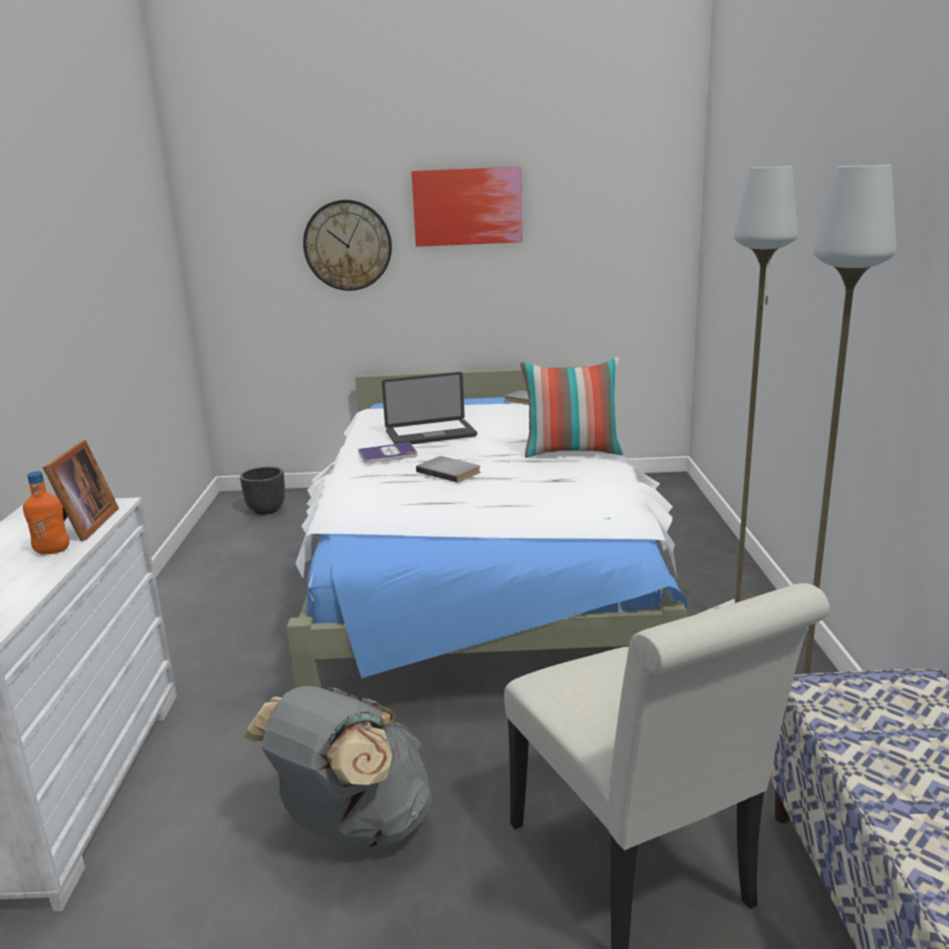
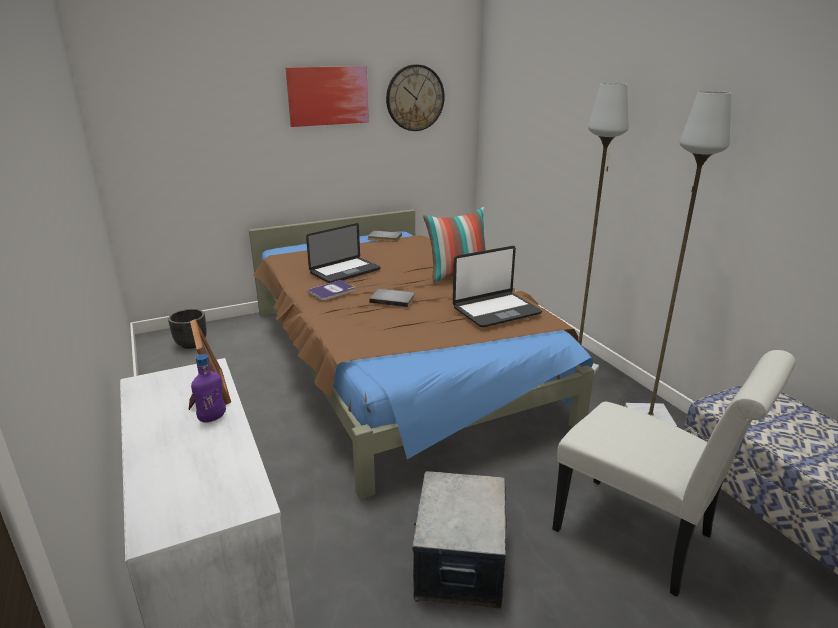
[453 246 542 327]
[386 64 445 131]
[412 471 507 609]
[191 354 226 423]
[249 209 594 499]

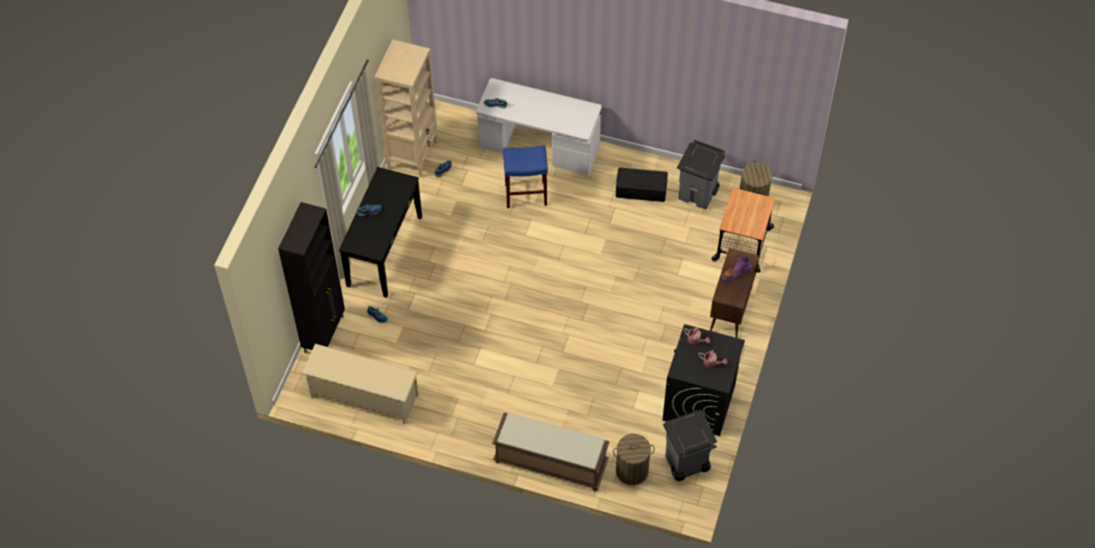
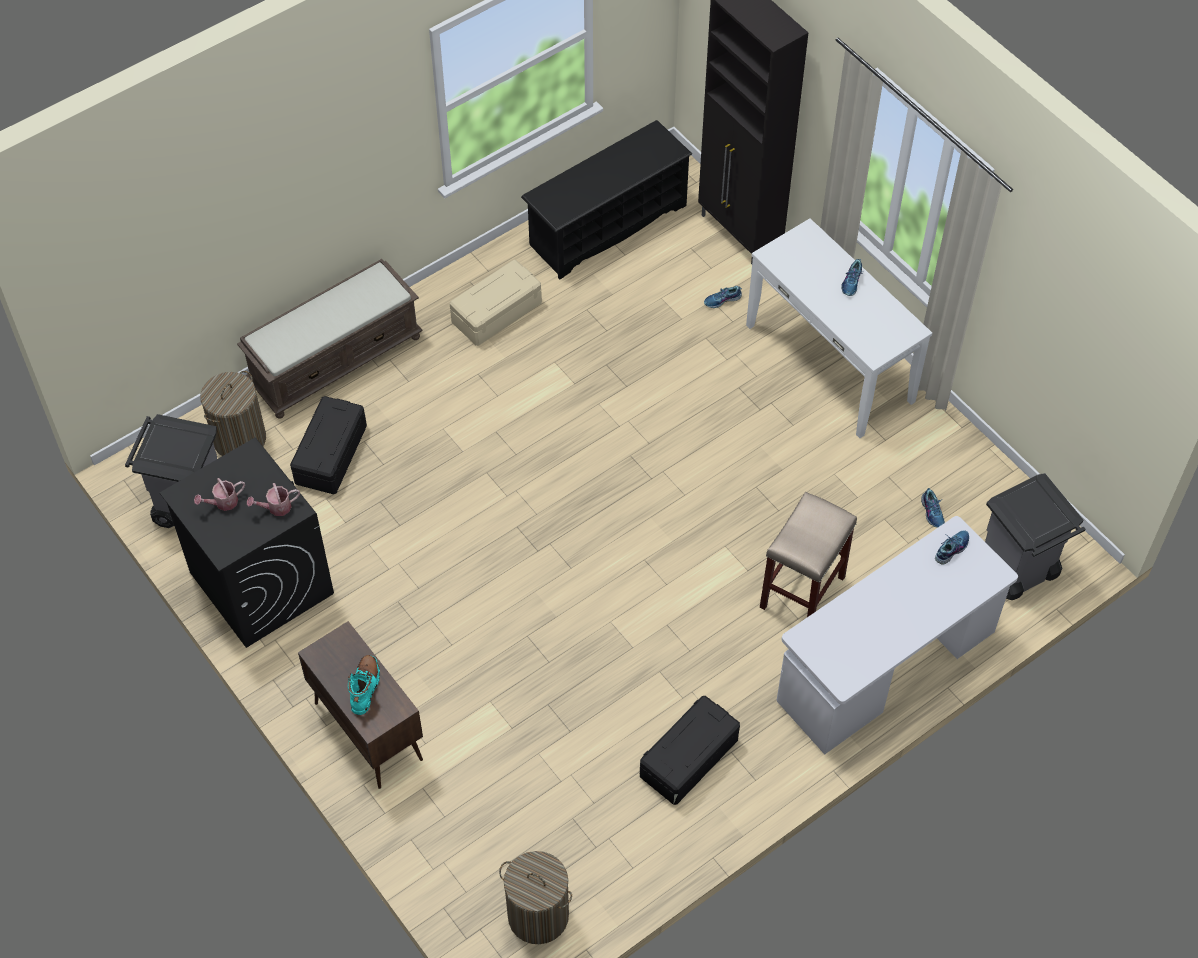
[374 39 438 177] (first image)
[712 188 775 273] (first image)
[290 396 367 494]
[450 260 542 346]
[985 473 1085 600]
[521 120 692 280]
[746 218 932 438]
[760 492 857 617]
[348 655 380 715]

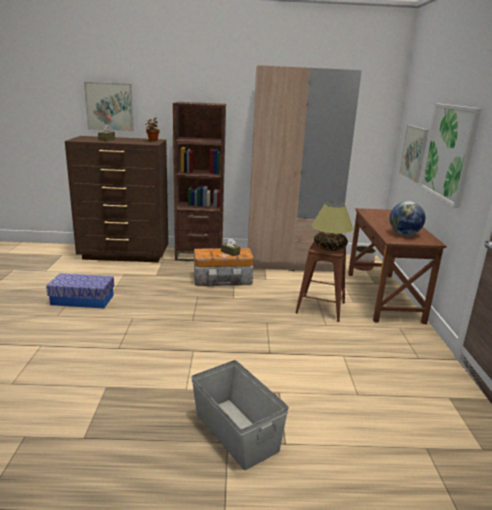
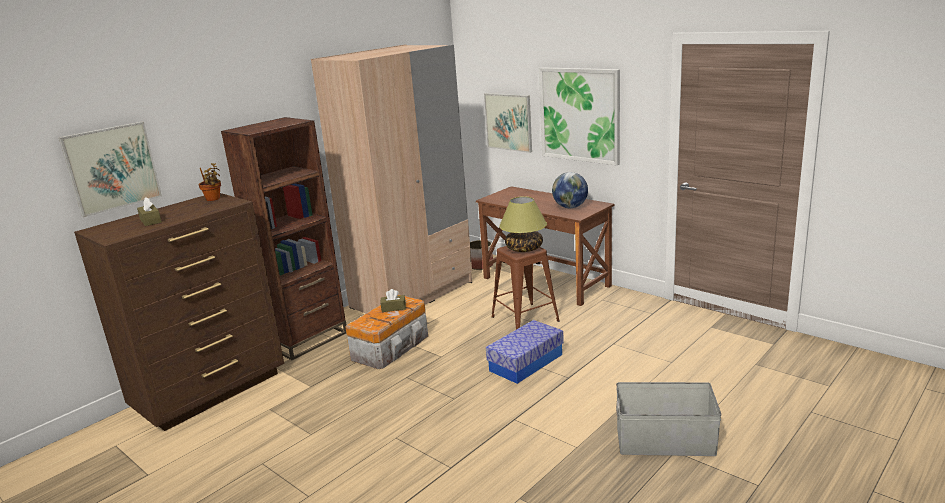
[486 320 564 384]

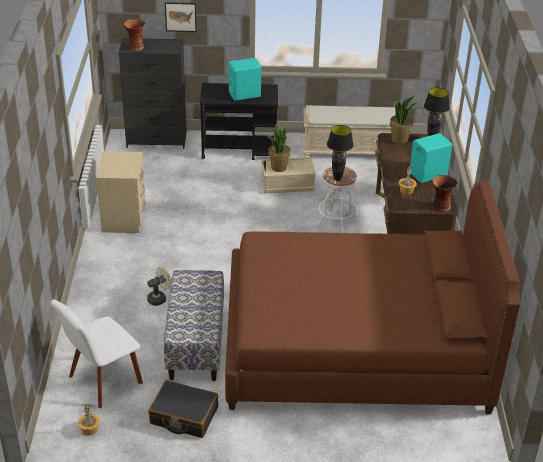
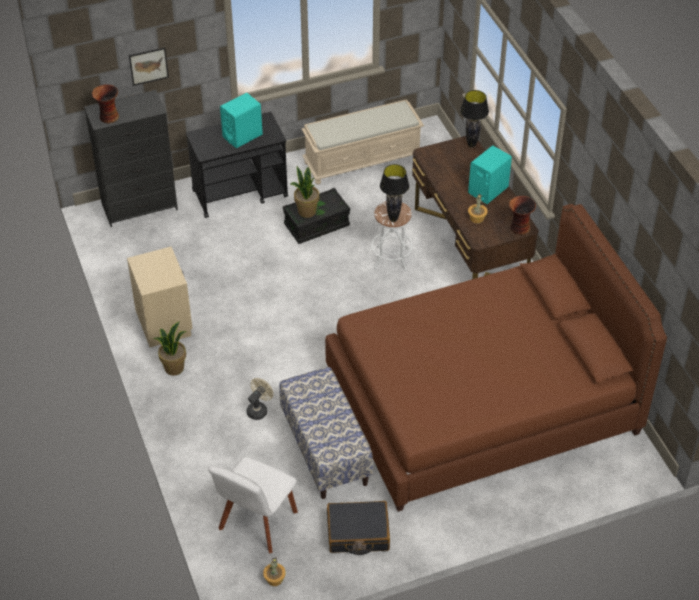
[153 321 187 376]
[283 188 350 244]

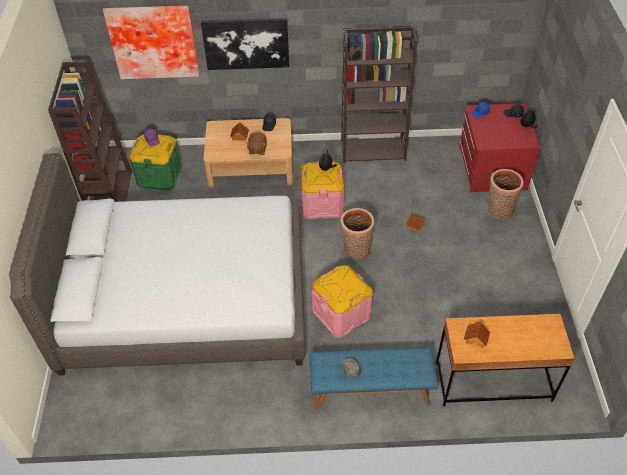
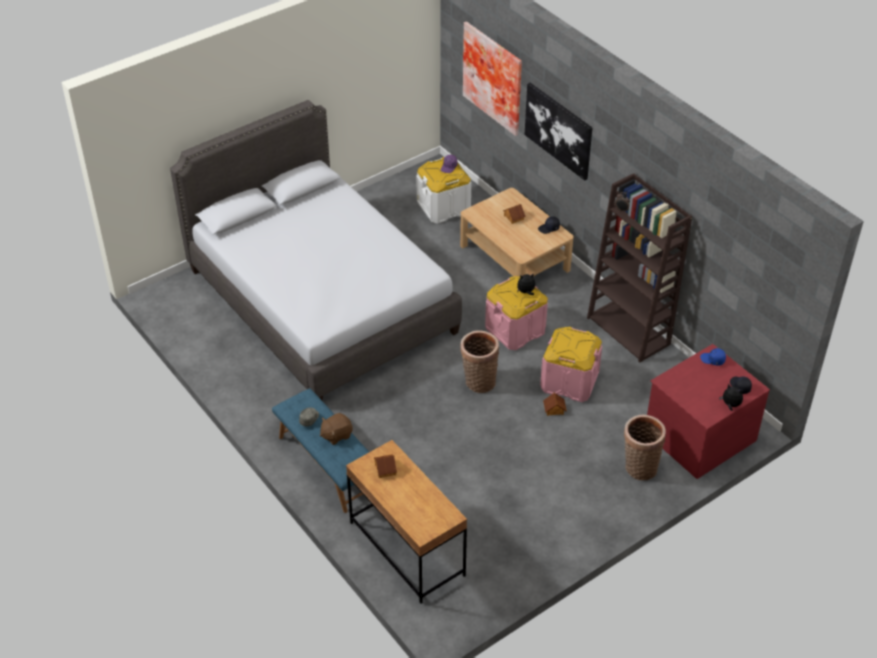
[48 61 133 202] (first image)
[320 413 352 445]
[540 327 602 402]
[416 157 471 224]

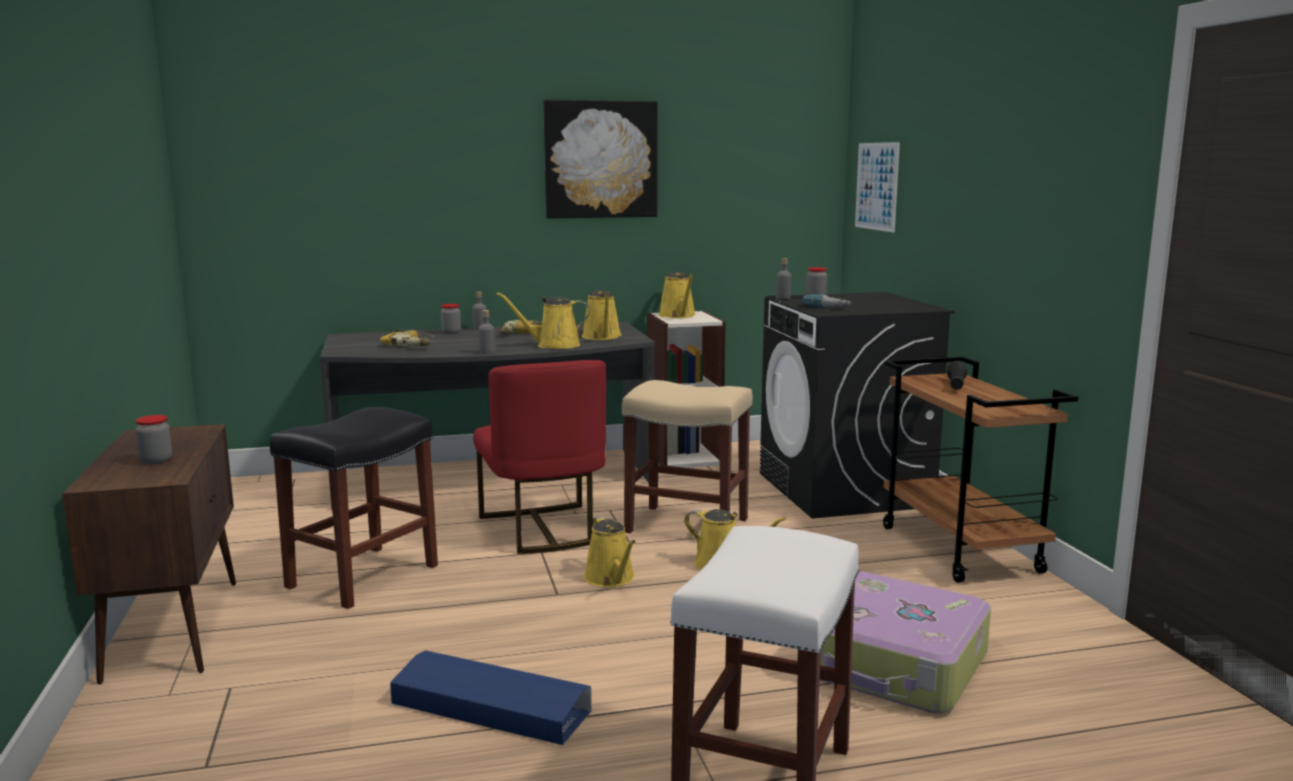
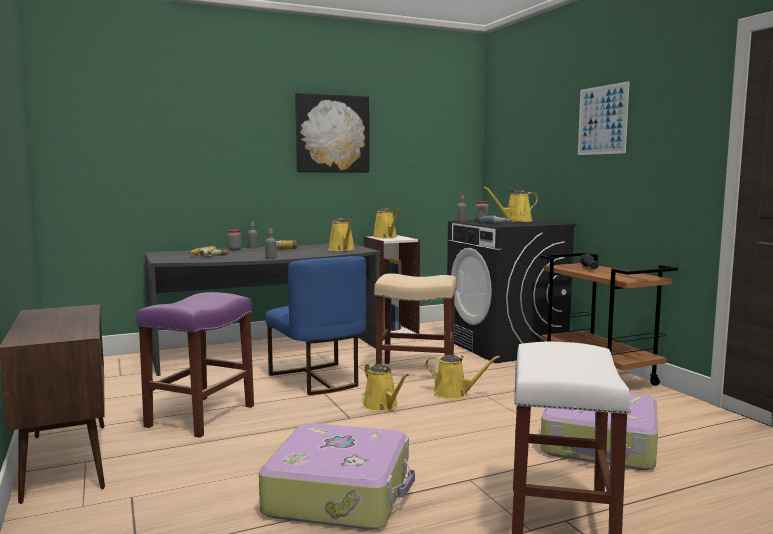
[135 415 172 464] (first image)
[483 187 539 222]
[578 81 630 155]
[259 423 415 530]
[136 292 254 438]
[265 256 366 395]

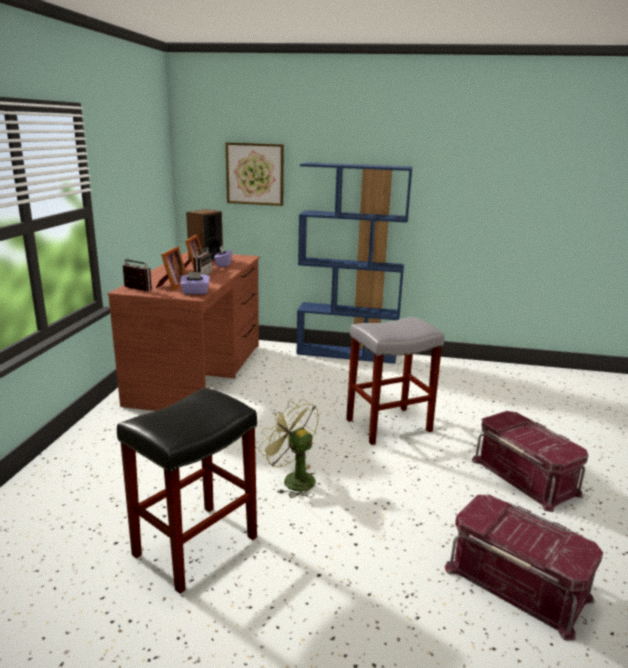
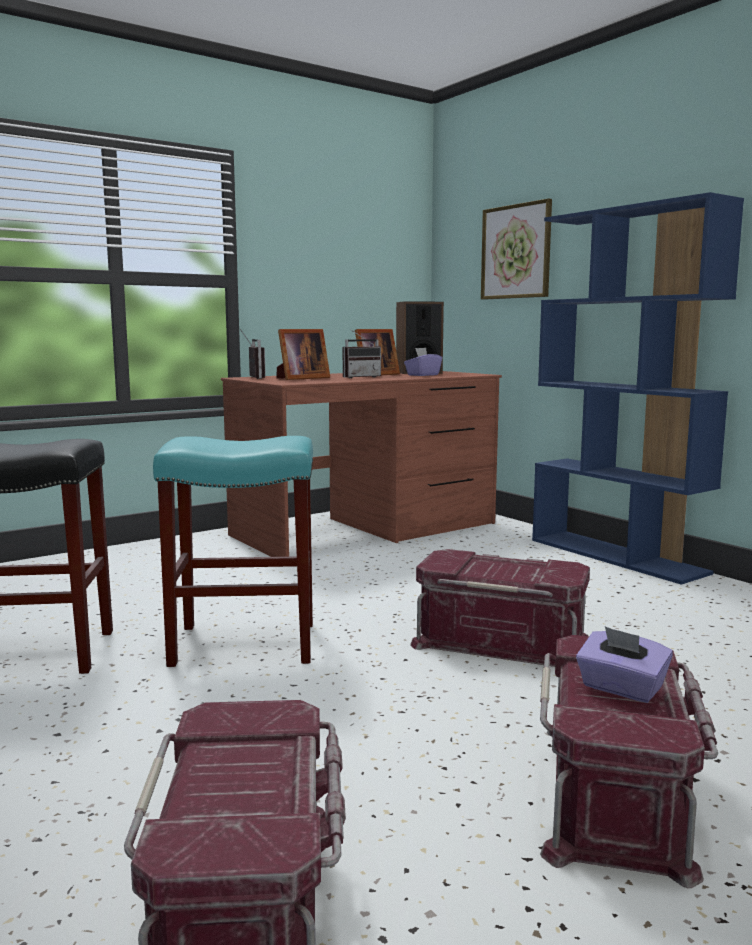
[576 626 673 703]
[153 436 313 667]
[410 549 590 667]

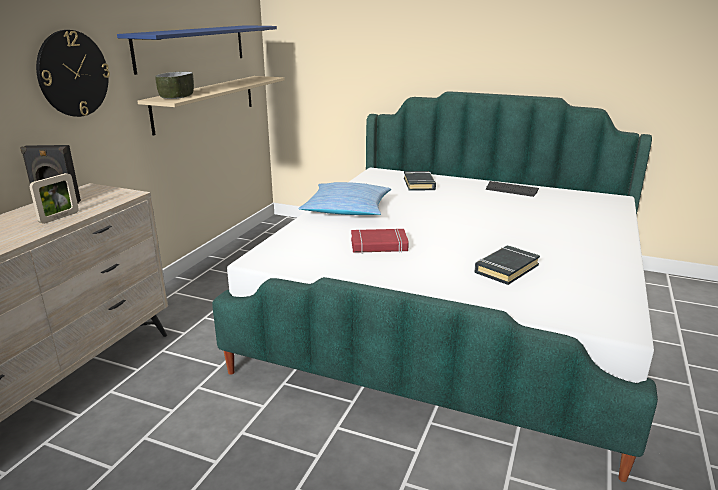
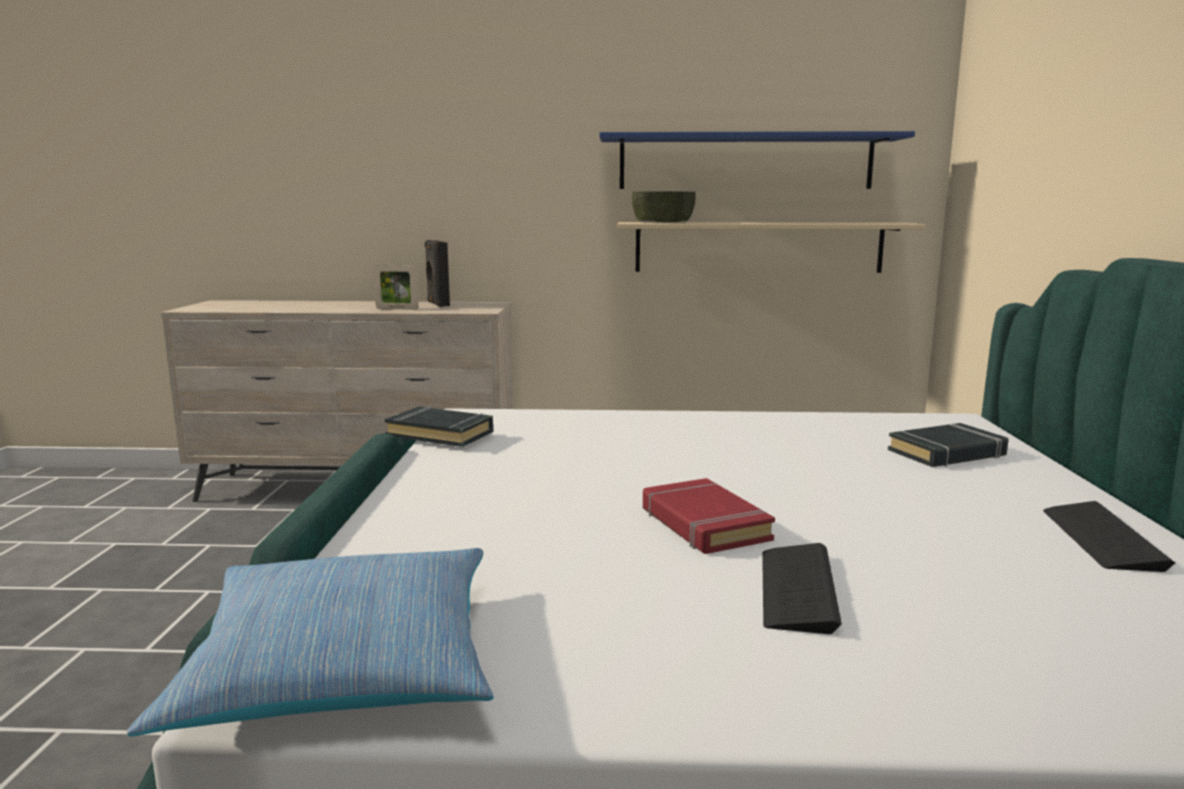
[36 30 110 117] (first image)
[762 543 842 634]
[127 548 494 736]
[643 478 775 554]
[385 407 493 447]

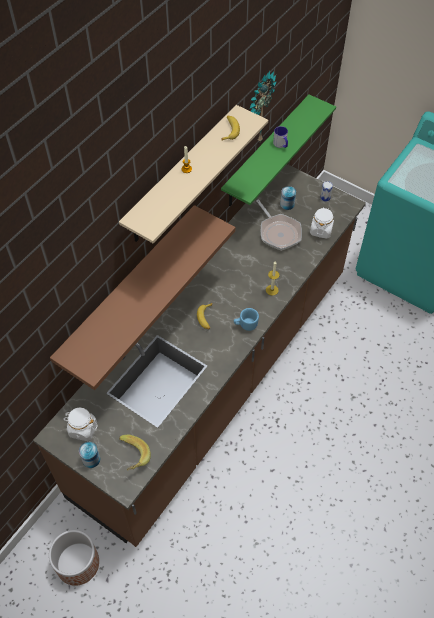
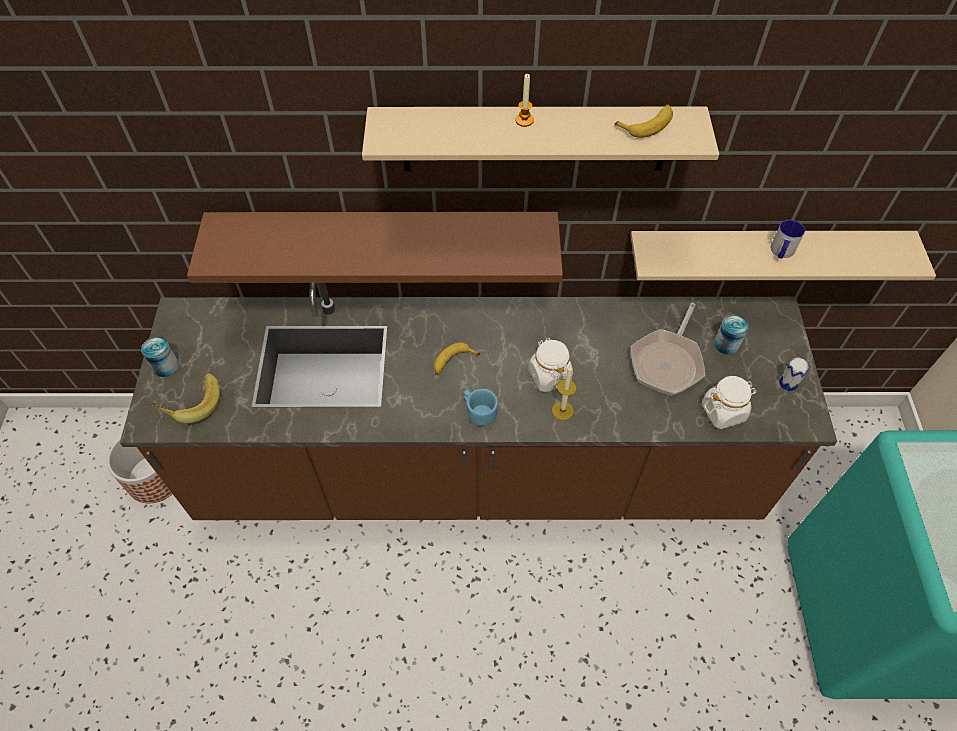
[249 71 277 142] (first image)
[529 337 573 392]
[631 231 936 280]

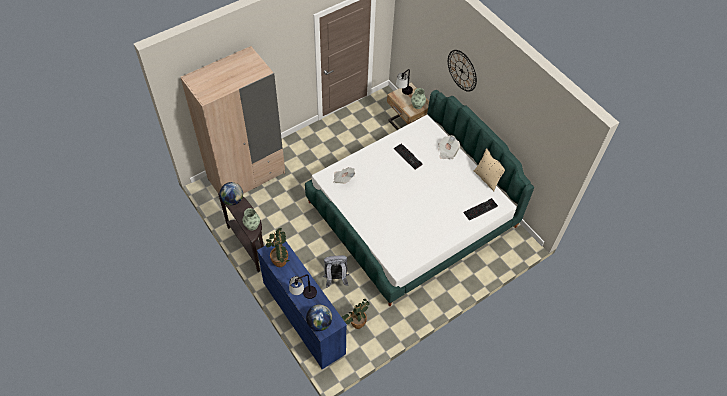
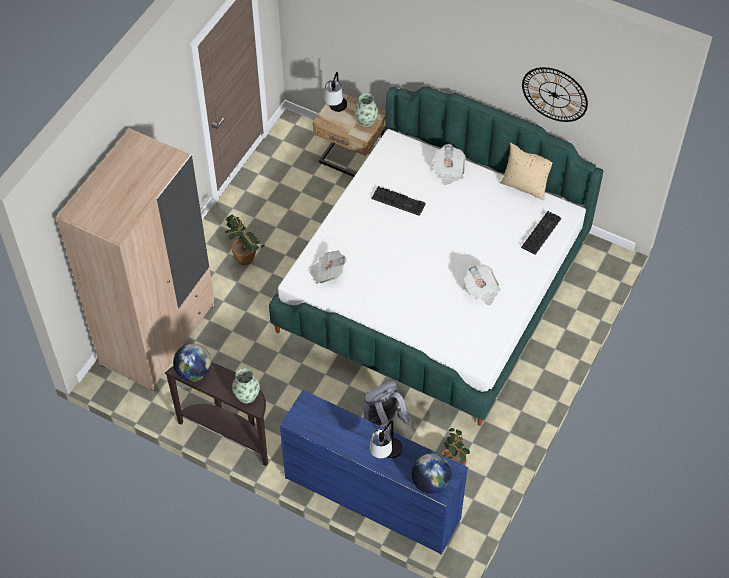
[464 265 501 305]
[225 214 264 266]
[522 67 588 122]

